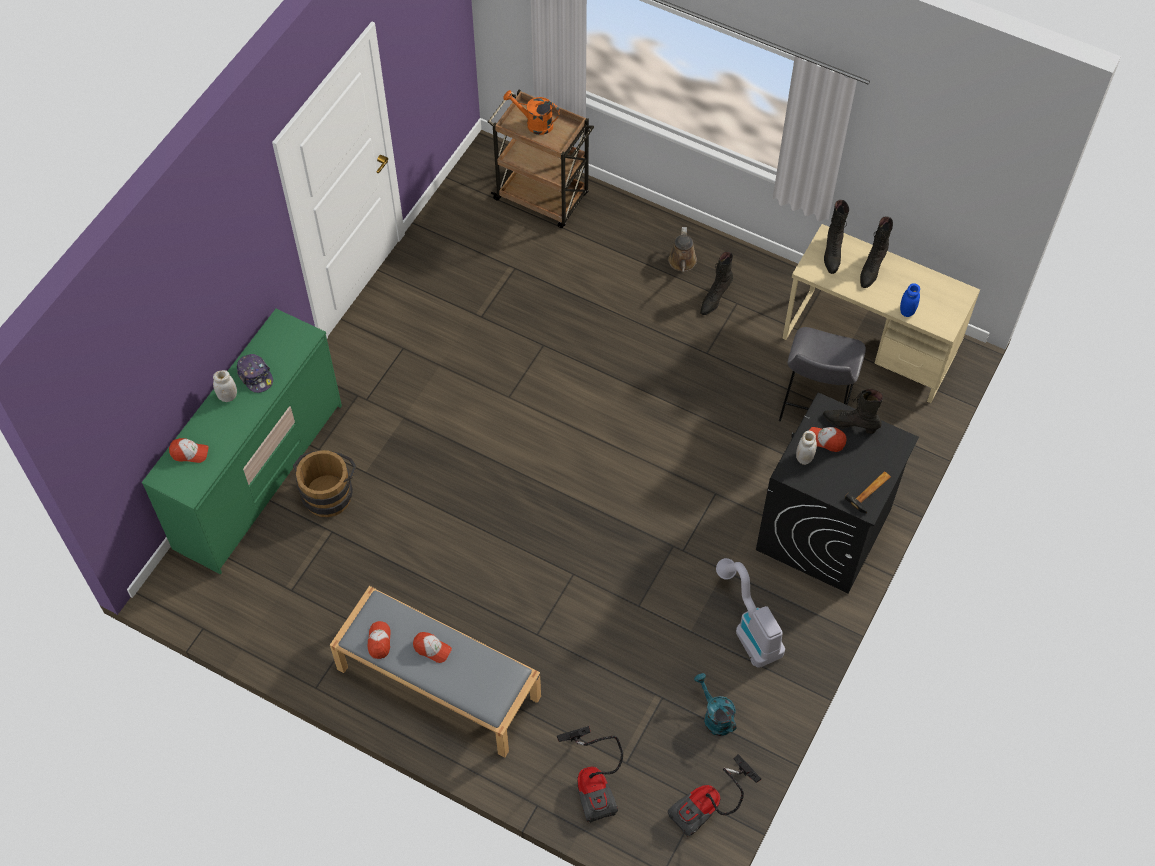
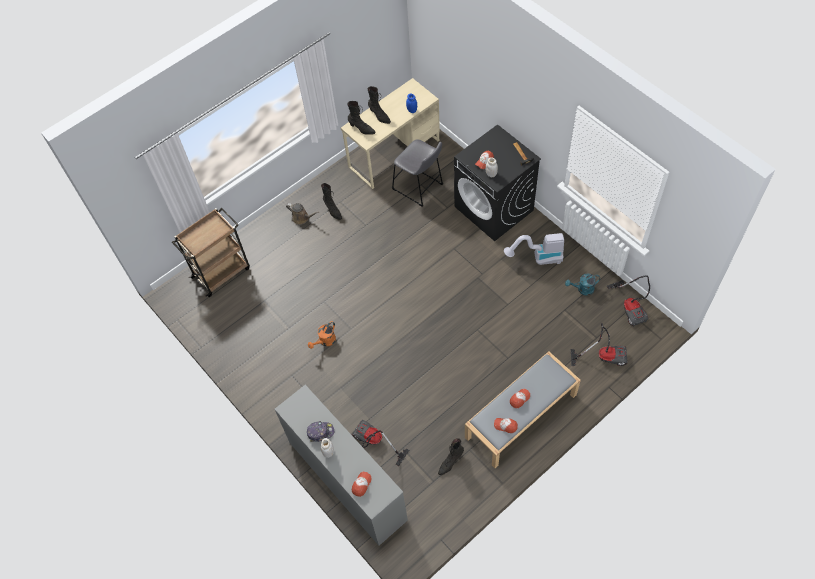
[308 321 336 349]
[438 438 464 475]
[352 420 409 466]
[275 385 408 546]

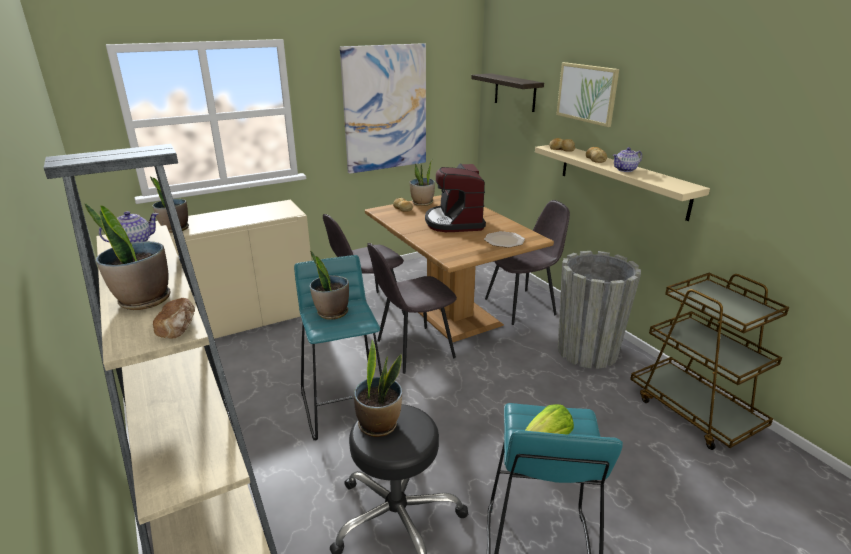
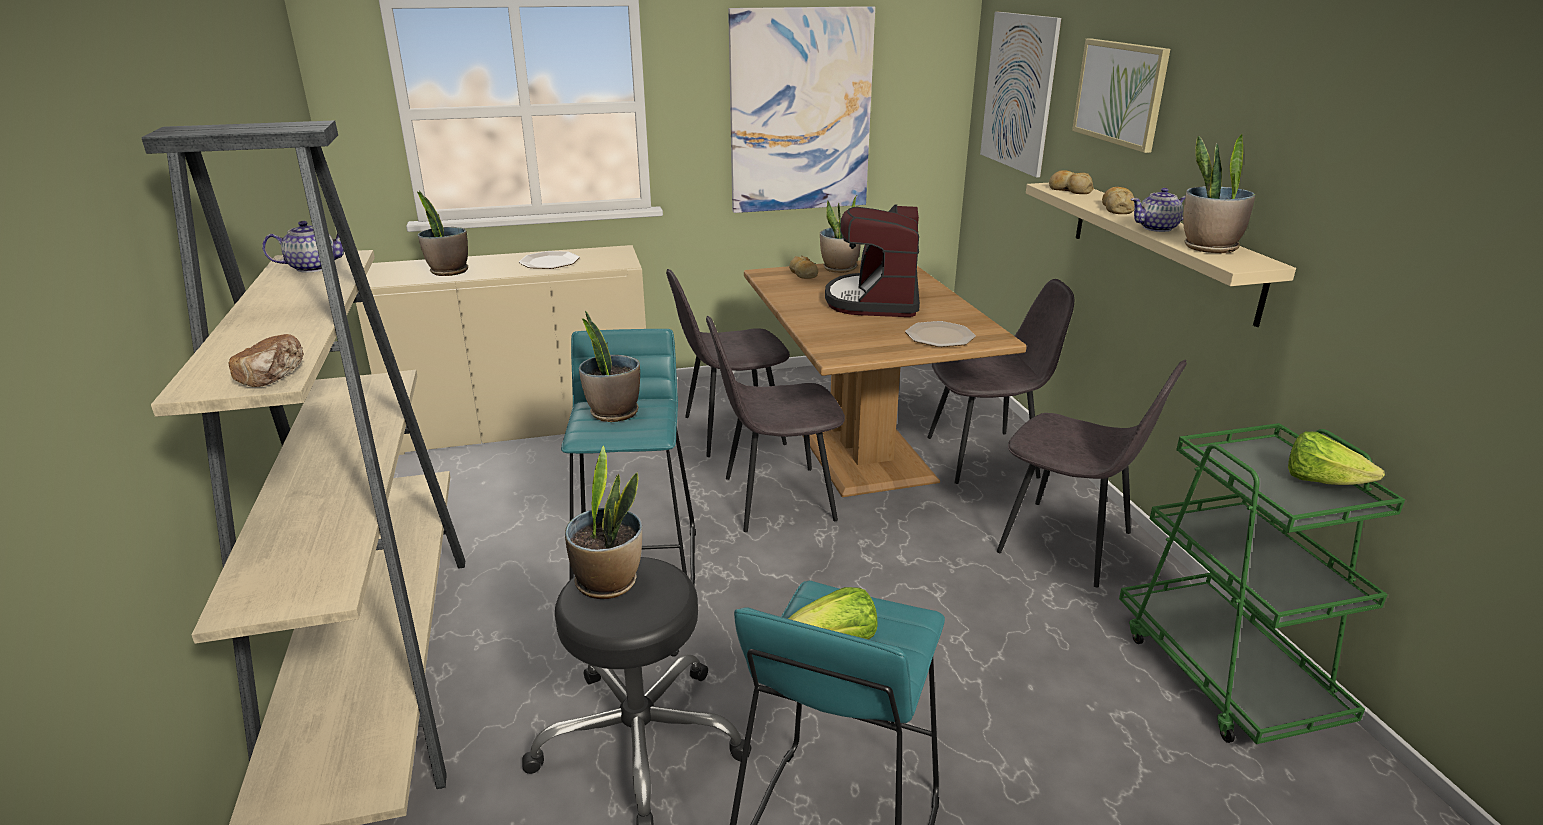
[519 251 580 269]
[1288 431 1385 485]
[1183 134 1255 253]
[980 12 1061 178]
[997 360 1187 587]
[1119 423 1405 744]

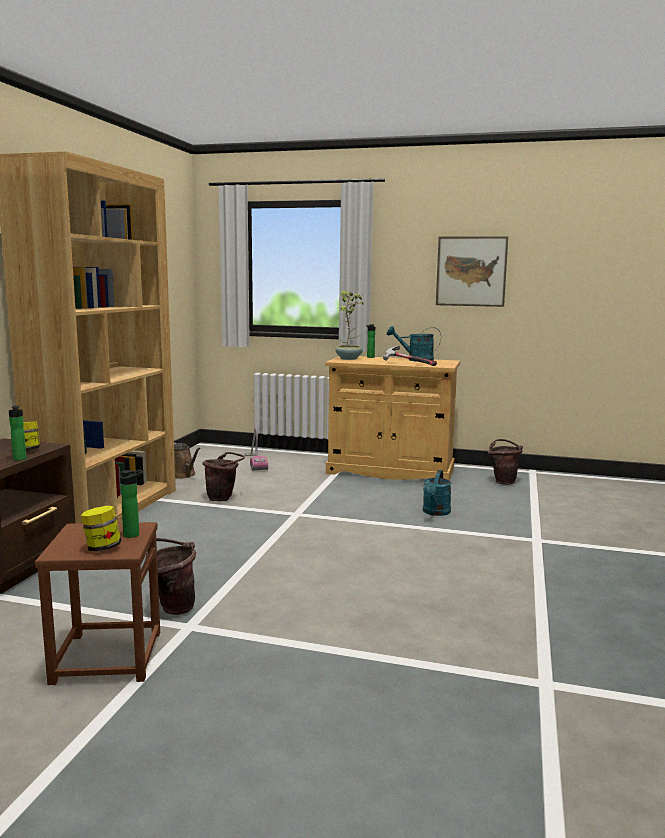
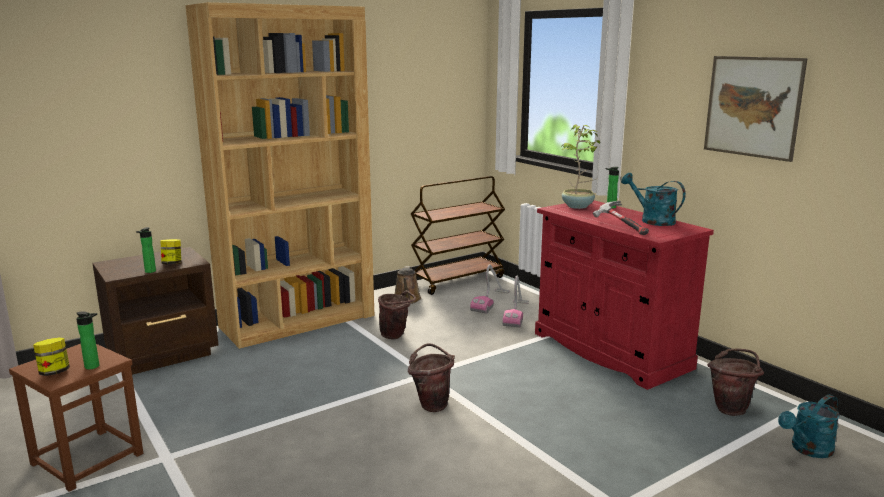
[411 176 505 295]
[503 276 529 327]
[408 343 455 412]
[778 395 840 458]
[535 200 714 390]

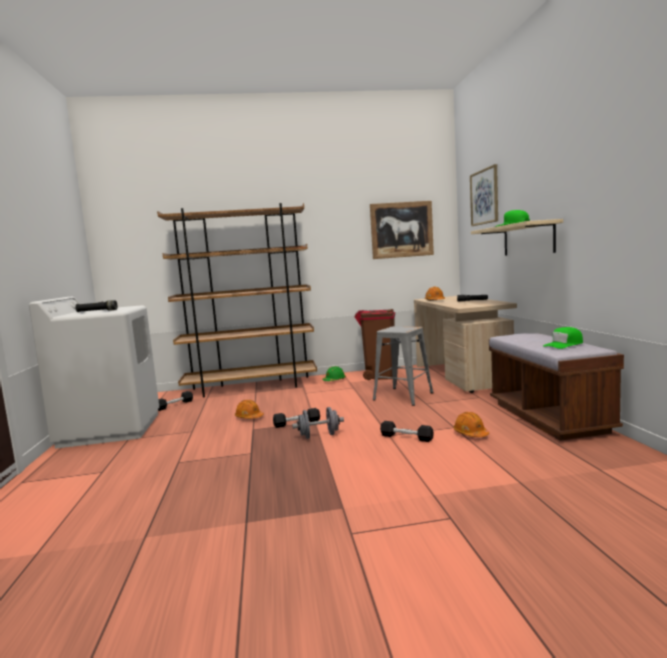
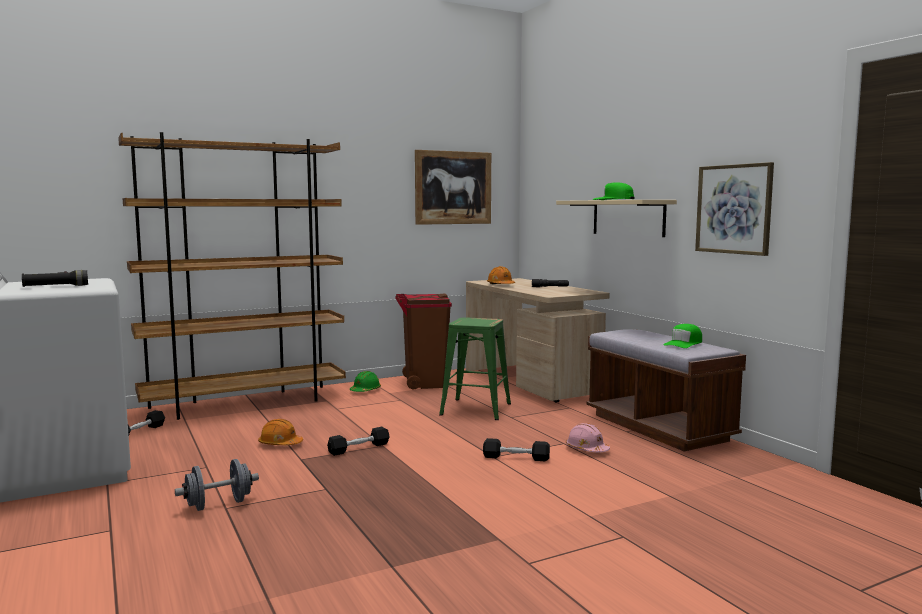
[175 459 259 511]
[695 162 774 256]
[439 317 511 420]
[566 423 610 453]

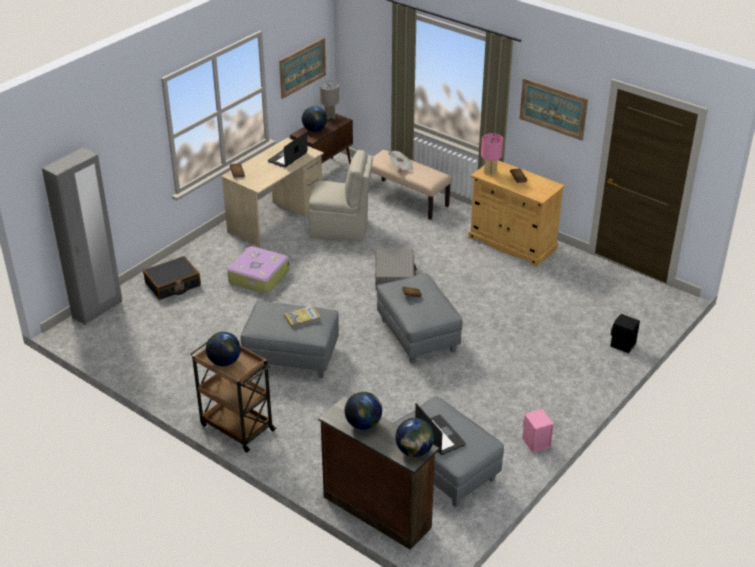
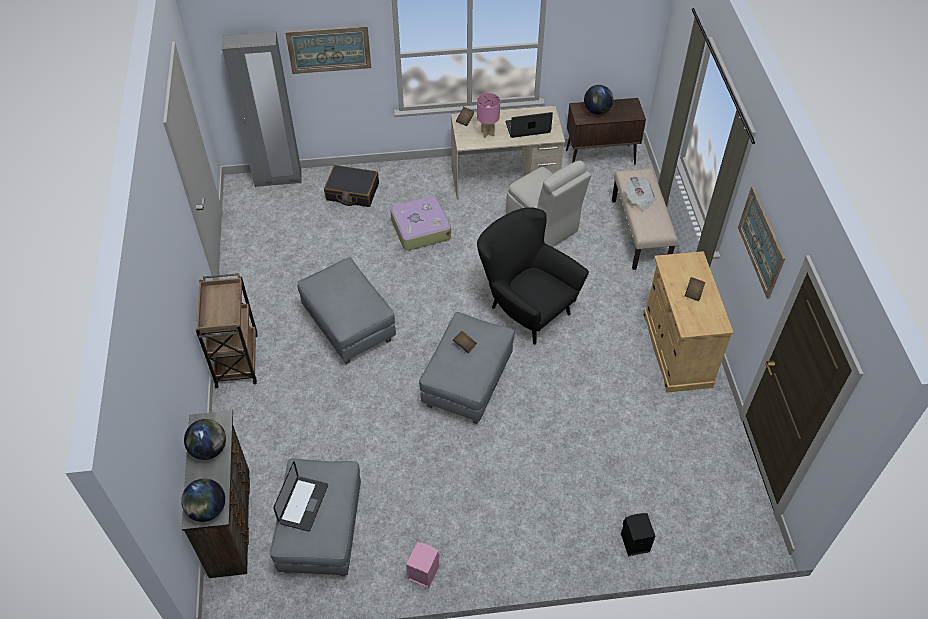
[206 332 241 366] (first image)
[284 306 320 328] (first image)
[320 81 339 120] (first image)
[285 26 371 74]
[477 93 500 138]
[477 207 589 344]

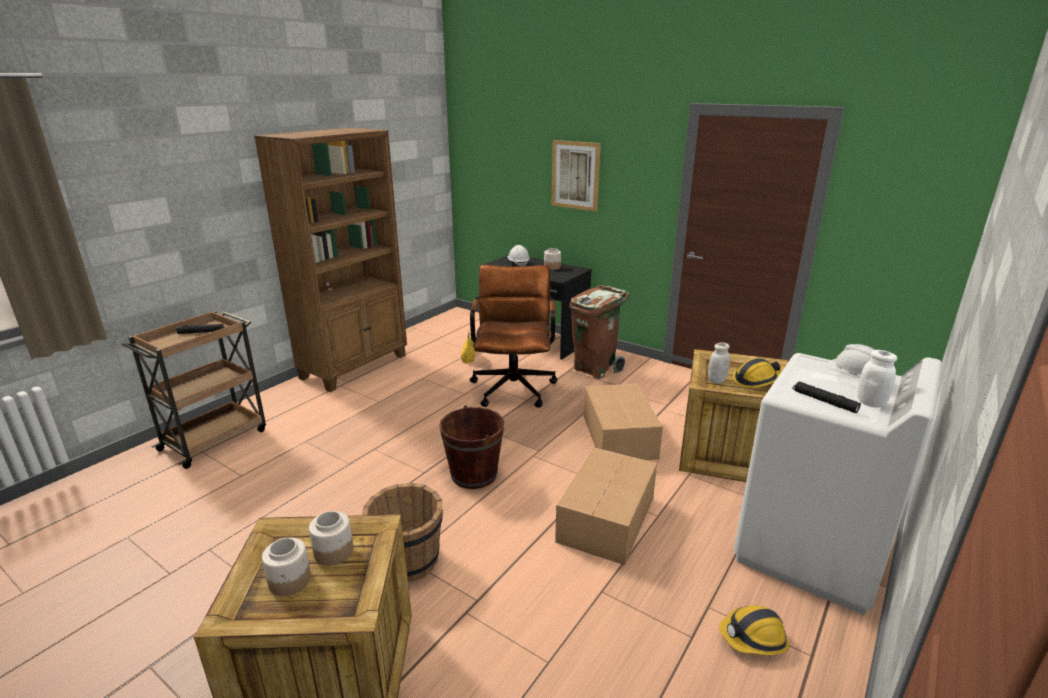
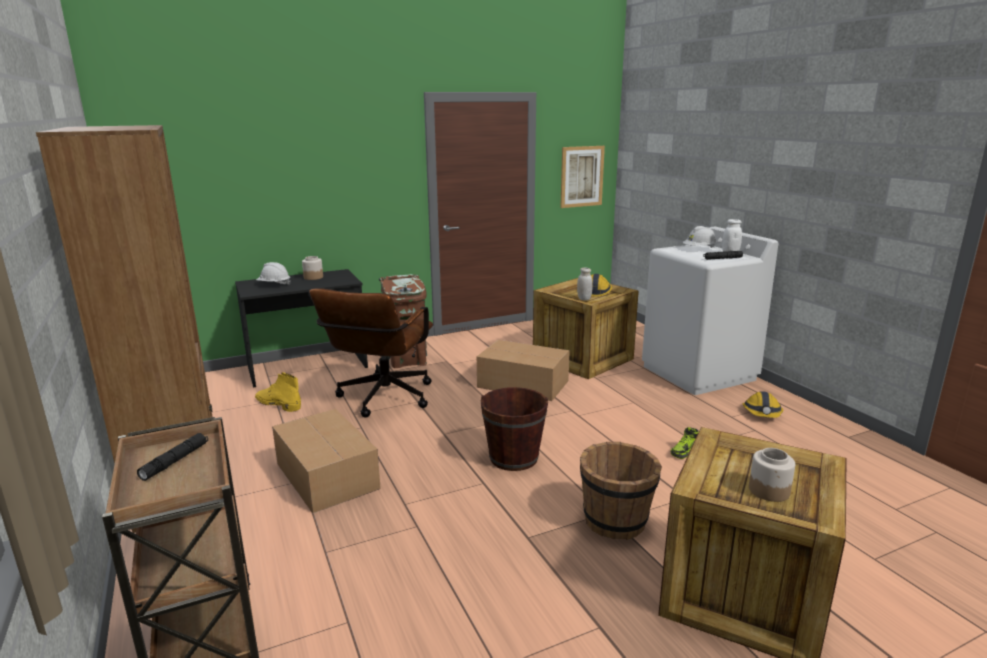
[309 511 353 566] (first image)
[671 427 699 459]
[560 146 605 208]
[272 409 381 513]
[309 288 433 418]

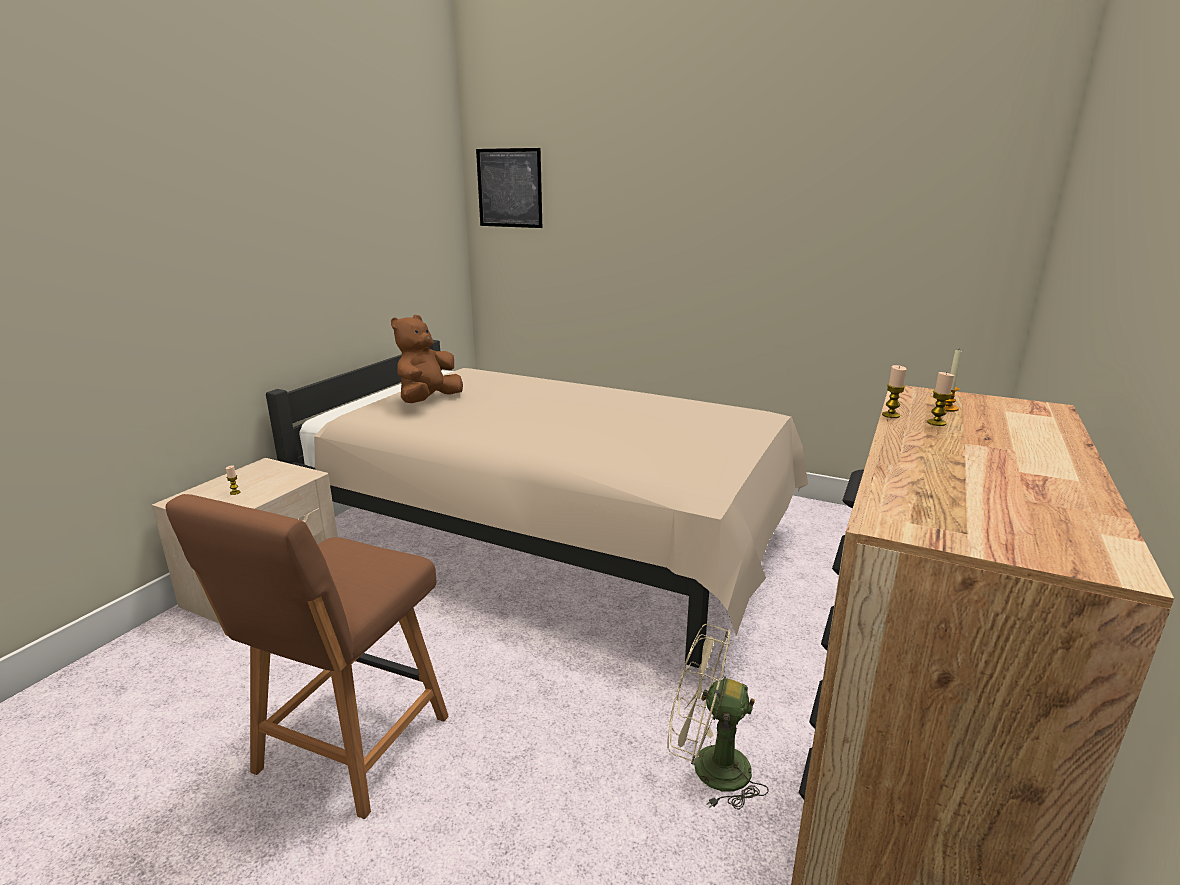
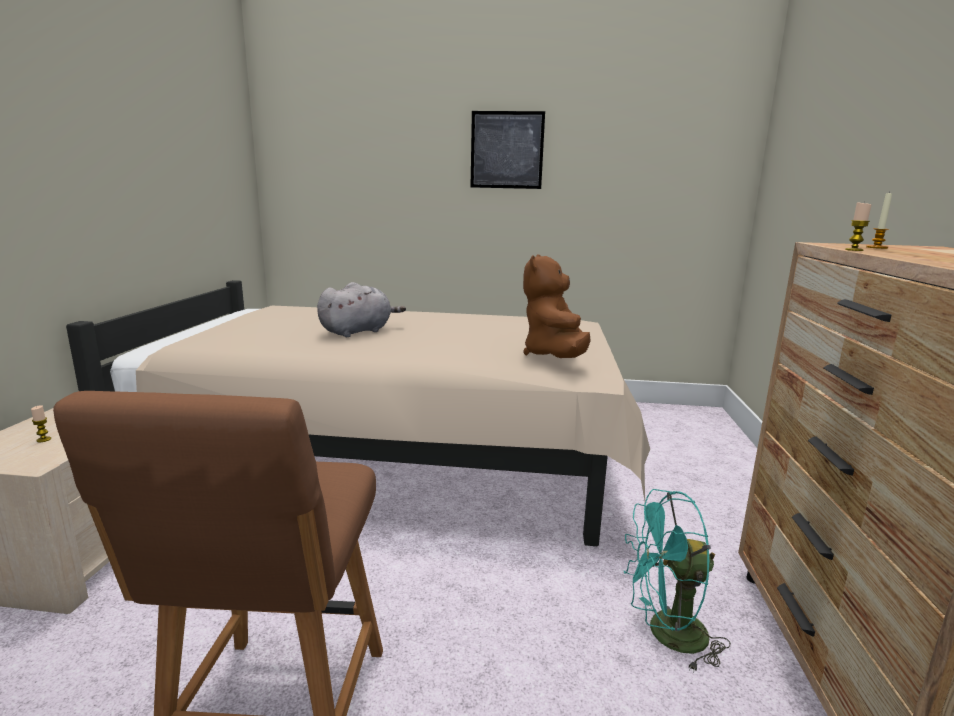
[927 372 954 426] (first image)
[317 282 406 337]
[523 254 591 358]
[470 111 545 189]
[624 489 731 673]

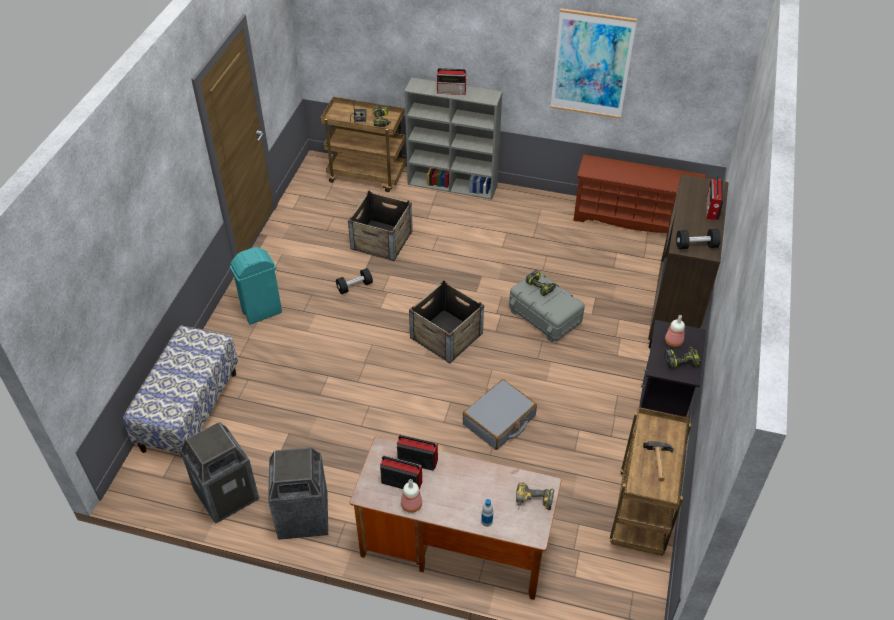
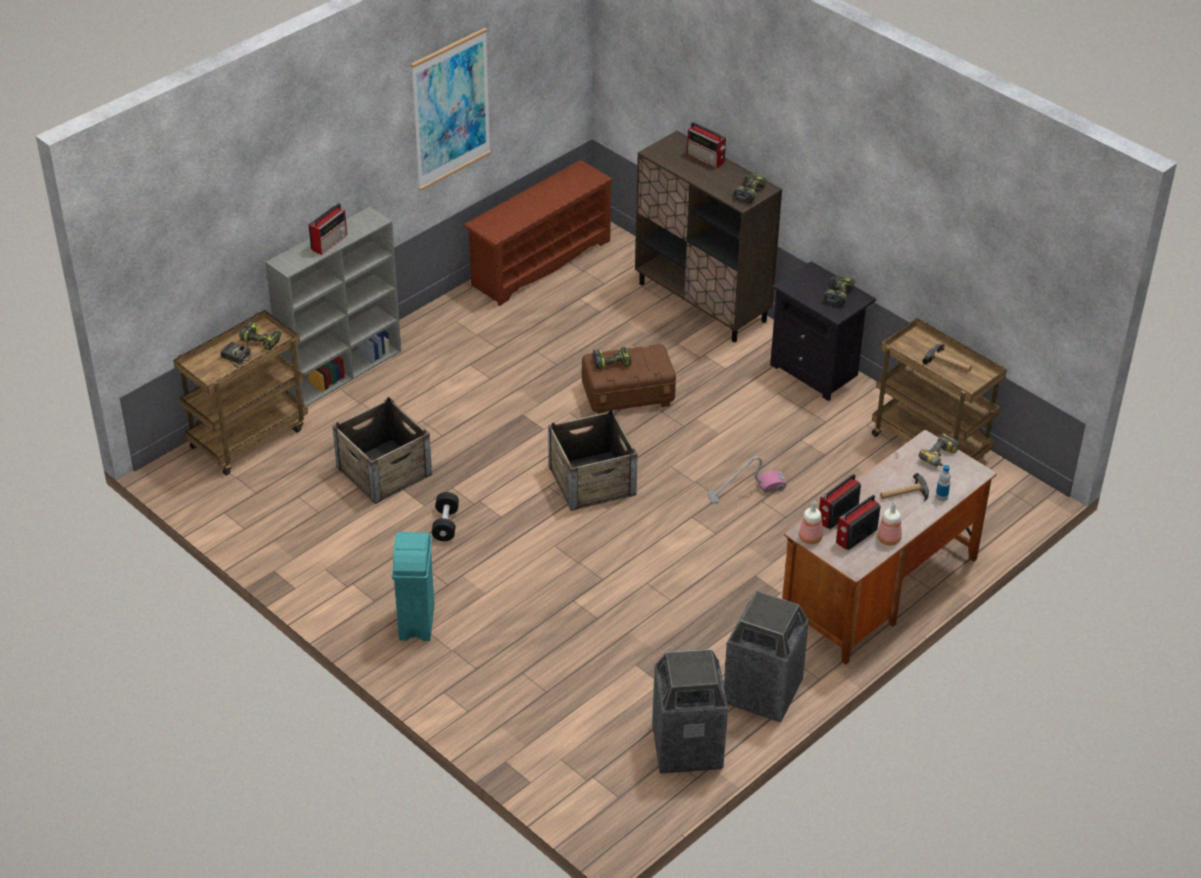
[123 326 238 456] (first image)
[880 473 929 501]
[799 501 823 544]
[707 456 786 504]
[733 174 767 203]
[582 344 676 414]

